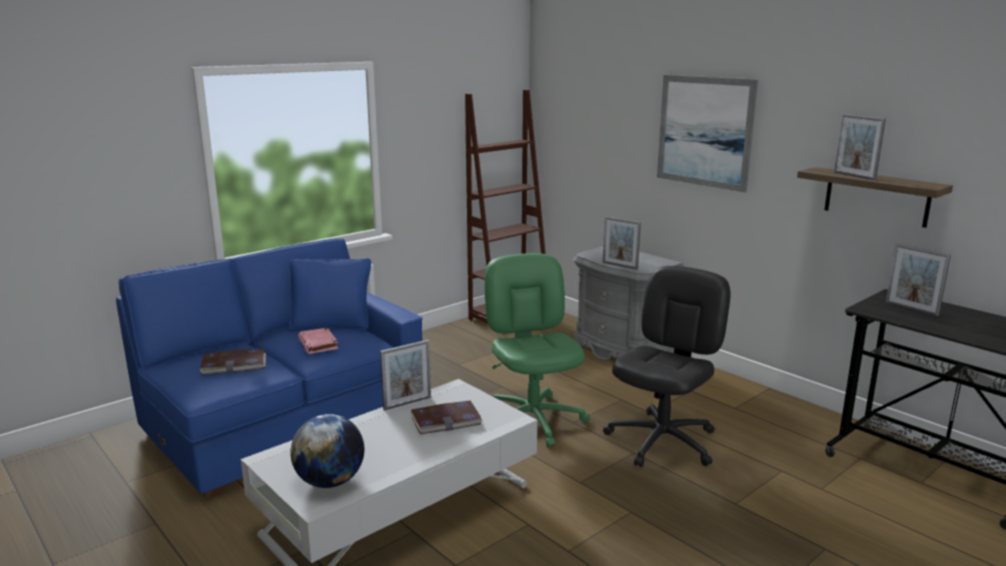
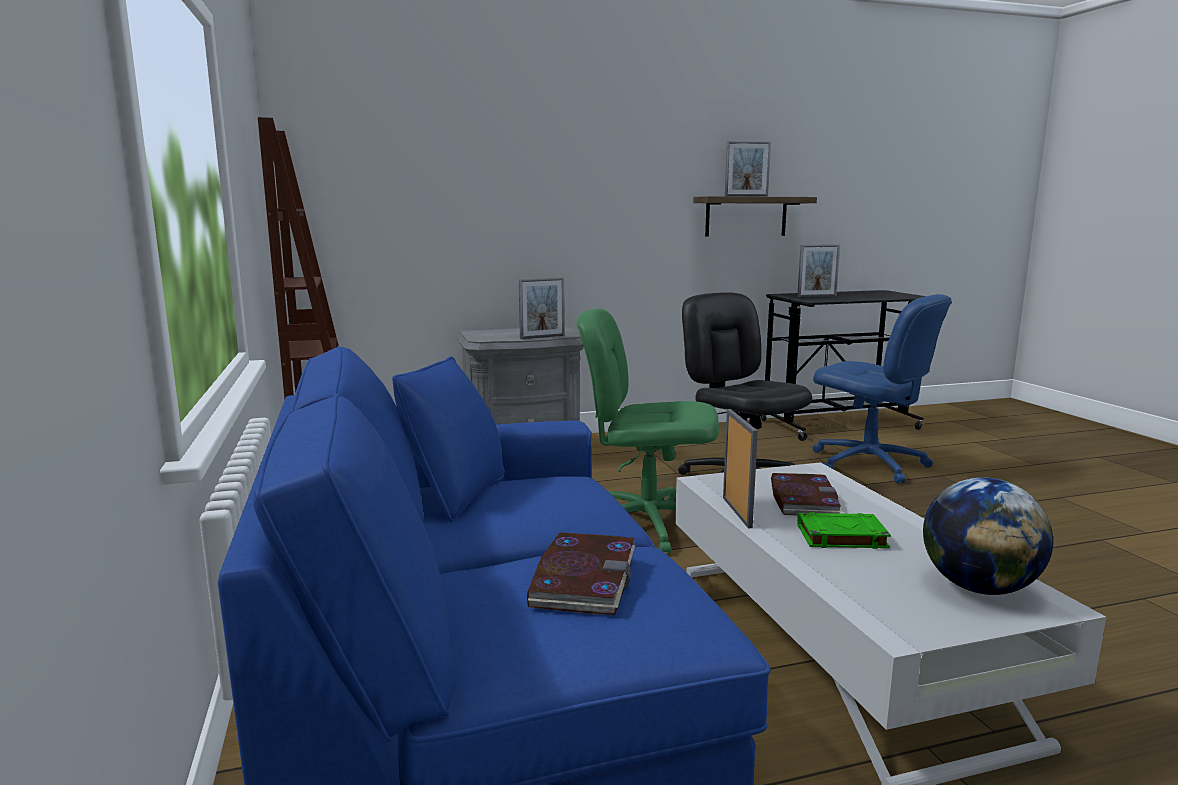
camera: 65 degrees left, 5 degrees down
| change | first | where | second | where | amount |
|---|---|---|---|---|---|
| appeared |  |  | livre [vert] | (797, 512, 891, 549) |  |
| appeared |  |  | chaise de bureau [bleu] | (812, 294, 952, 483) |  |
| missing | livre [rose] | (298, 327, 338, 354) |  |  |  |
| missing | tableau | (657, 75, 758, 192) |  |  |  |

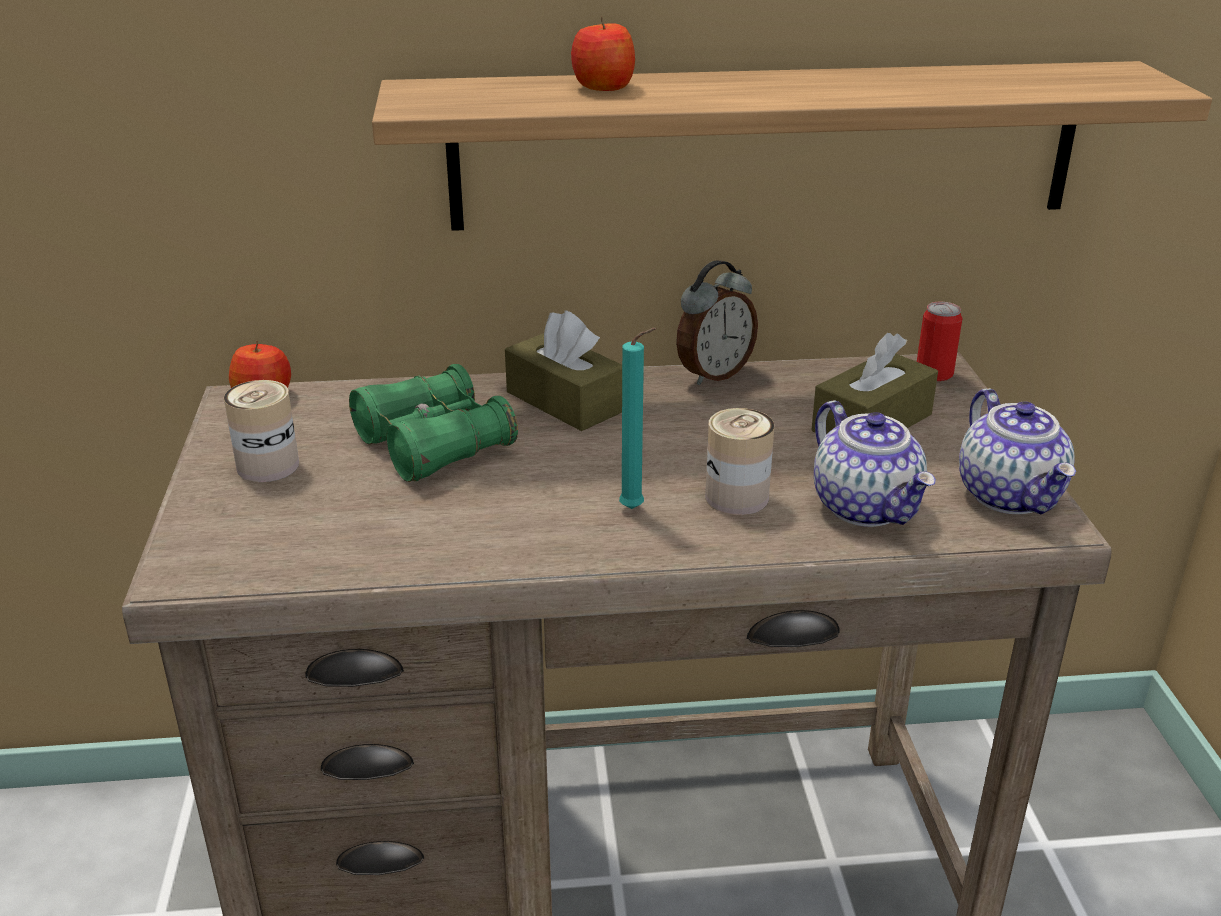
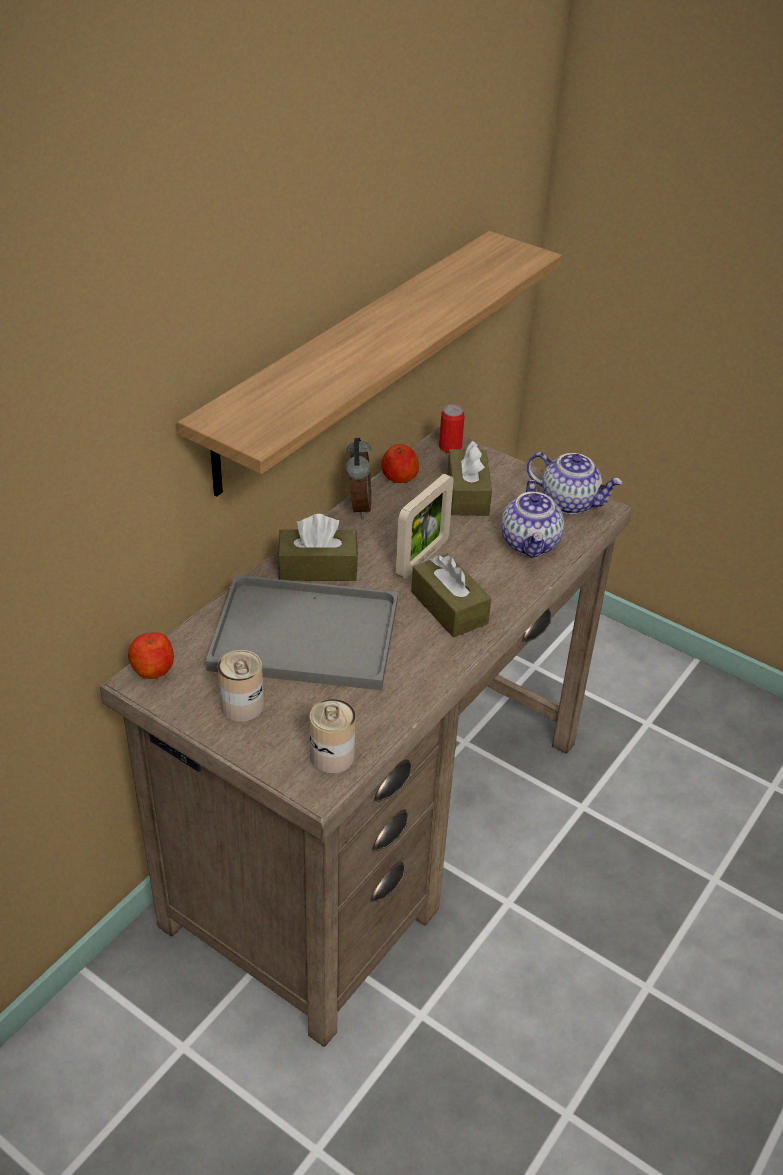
camera: 50 degrees left, 10 degrees up
| change | first | where | second | where | amount |
|---|---|---|---|---|---|
| exchanged | jumelles [vert] | (349, 364, 518, 482) | plateau [gris] | (205, 575, 398, 690) |  |
| relocated | boîte métallique | (705, 408, 774, 515) |  | (310, 699, 355, 773) |  |
| relocated | pomme | (571, 17, 635, 91) |  | (381, 444, 419, 483) |  |
| appeared |  |  | cadre photo | (396, 474, 453, 579) |  |
| exchanged | bougie [turquoise] | (619, 328, 656, 509) | boîte à mouchoirs [marron] | (411, 554, 491, 638) |  |
| spun | théière | (814, 401, 936, 527) |  | (501, 480, 564, 558) | 75 degrees clockwise |

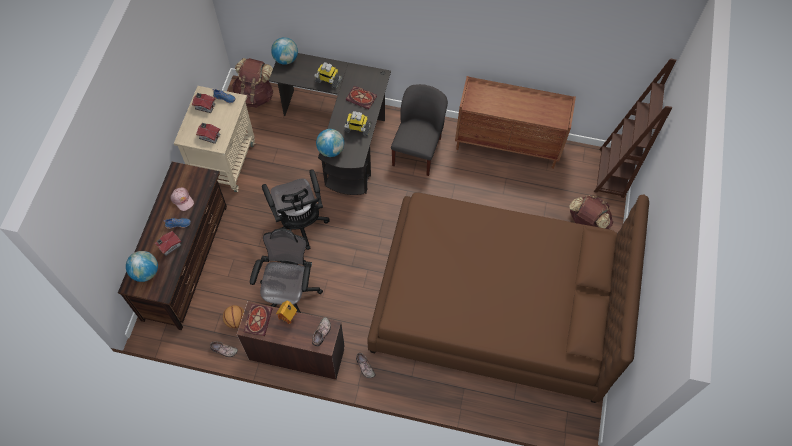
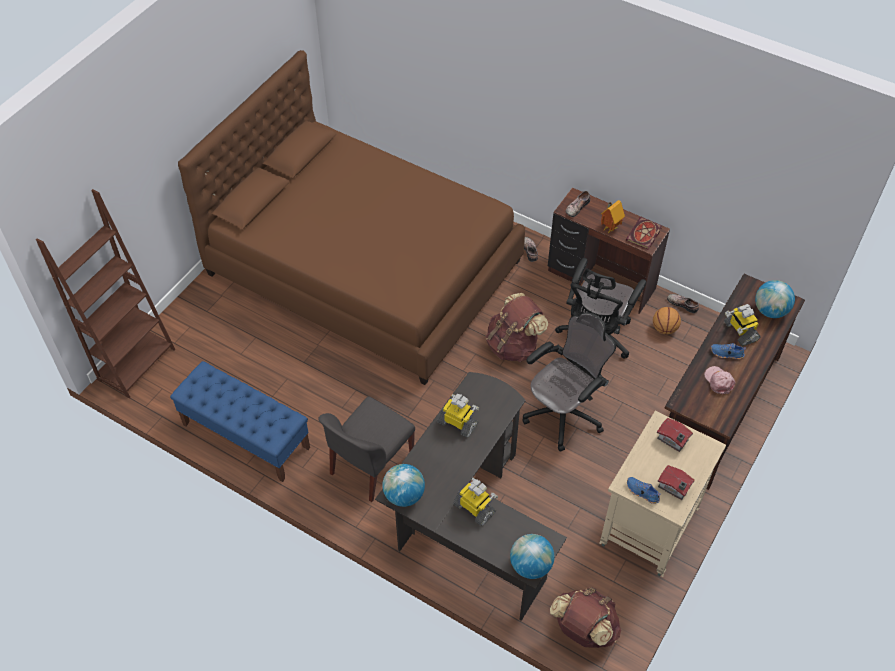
camera: 160 degrees left, 10 degrees down
| change | first | where | second | where | amount |
|---|---|---|---|---|---|
| exchanged | meuble de rangement [marron] | (455, 76, 576, 169) | banc [bleu] | (170, 361, 310, 482) |  |
| relocated | globe | (316, 129, 344, 157) |  | (382, 464, 425, 507) |  |
| relocated | sac à dos [marron] | (569, 195, 613, 229) |  | (485, 293, 548, 362) |  |
| spun | chaise de bureau | (262, 169, 329, 250) |  | (522, 312, 616, 452) | 45 degrees clockwise |
| exchanged | maison miniature | (155, 231, 181, 256) | robot jouet | (724, 304, 761, 346) |  |
| missing | livre | (346, 86, 377, 110) |  |  |  |

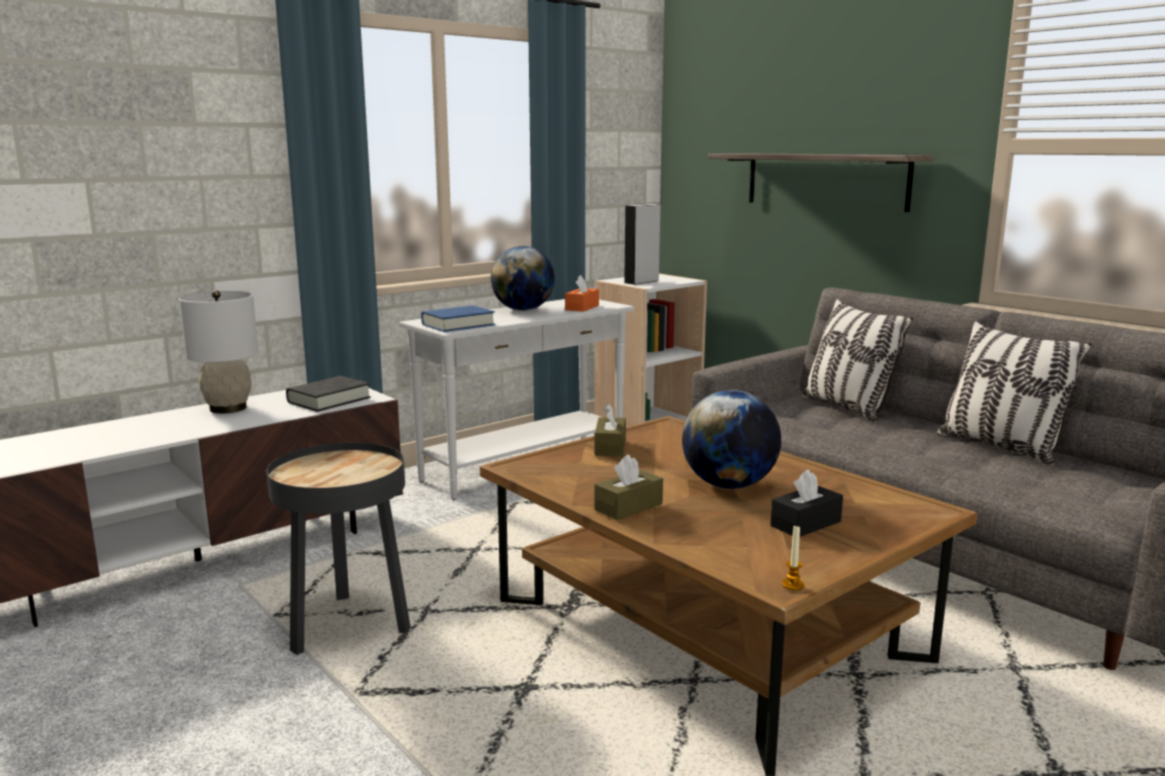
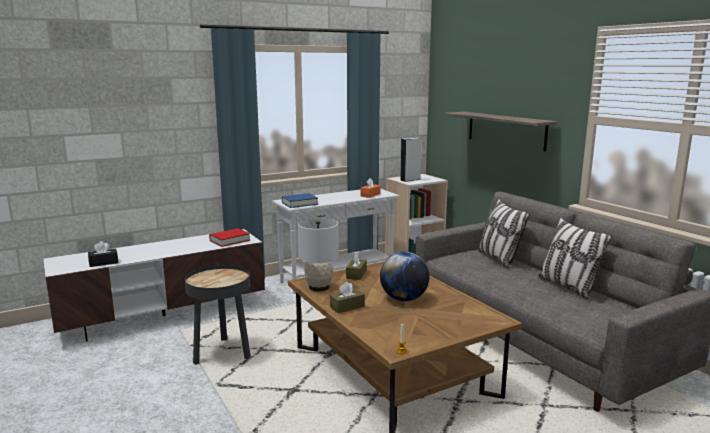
camera: 10 degrees right, 0 degrees up
| change | first | where | second | where | amount |
|---|---|---|---|---|---|
| relocated | boîte à mouchoirs [noir] | (770, 469, 843, 537) |  | (88, 241, 118, 267) |  |
| colour | livre [noir] | (286, 376, 371, 412) | livre [rouge] | (209, 228, 250, 247) |  |
| relocated | lampe de table [blanc] | (179, 290, 258, 413) |  | (298, 218, 339, 291) |  |
| missing | globe | (491, 246, 555, 311) |  |  |  |

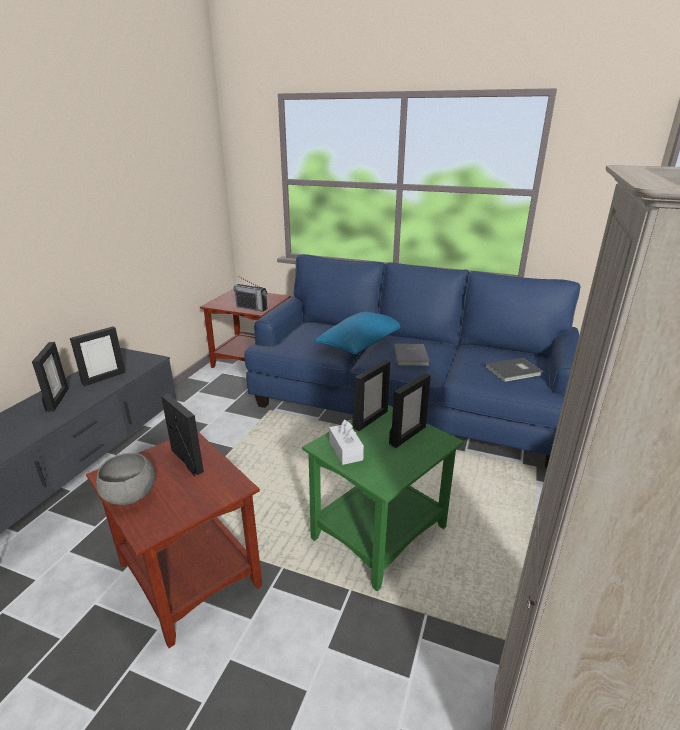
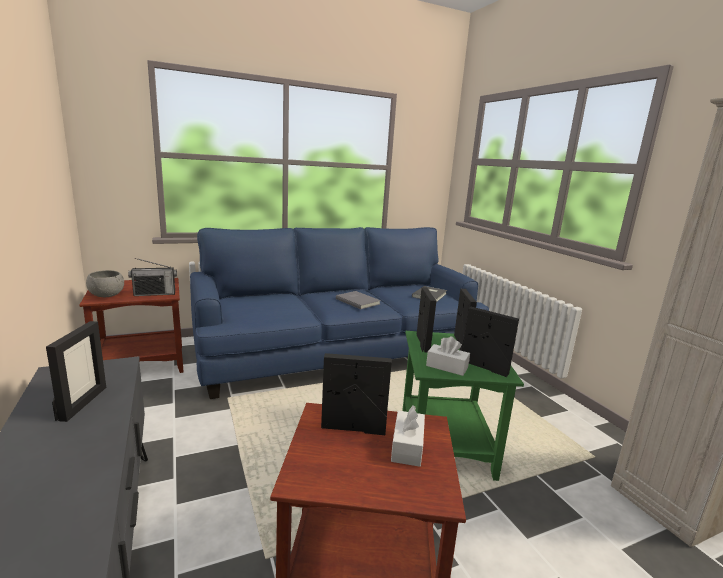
camera: 45 degrees left, 10 degrees down
| change | first | where | second | where | amount |
|---|---|---|---|---|---|
| relocated | bol [gris] | (96, 453, 155, 505) |  | (86, 270, 124, 297) |  |
| appeared |  |  | boîte à mouchoirs [blanc] | (391, 406, 425, 467) |  |
| relocated | cadre photo | (32, 342, 69, 412) |  | (463, 307, 519, 377) |  |
| missing | coussin [bleu] | (315, 312, 401, 354) |  |  |  |

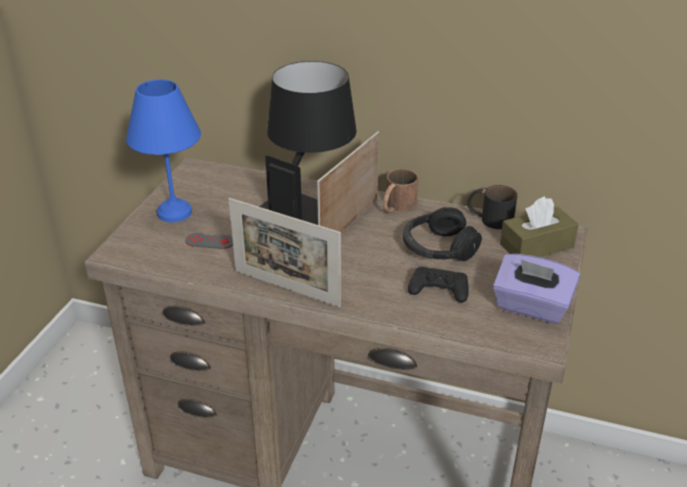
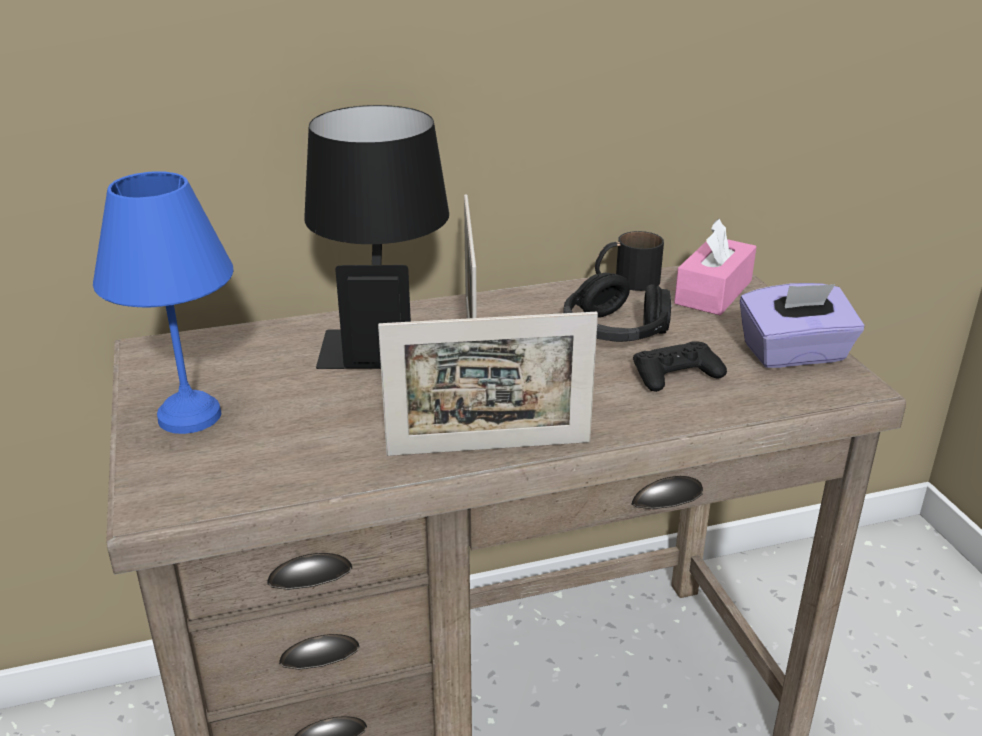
camera: 35 degrees left, 5 degrees down
| change | first | where | second | where | amount |
|---|---|---|---|---|---|
| colour | boîte à mouchoirs [marron] | (500, 196, 579, 257) | boîte à mouchoirs [rose] | (674, 219, 756, 315) |  |
| missing | manette [gris] | (185, 233, 233, 249) |  |  |  |
| missing | mug [marron] | (383, 169, 418, 212) |  |  |  |

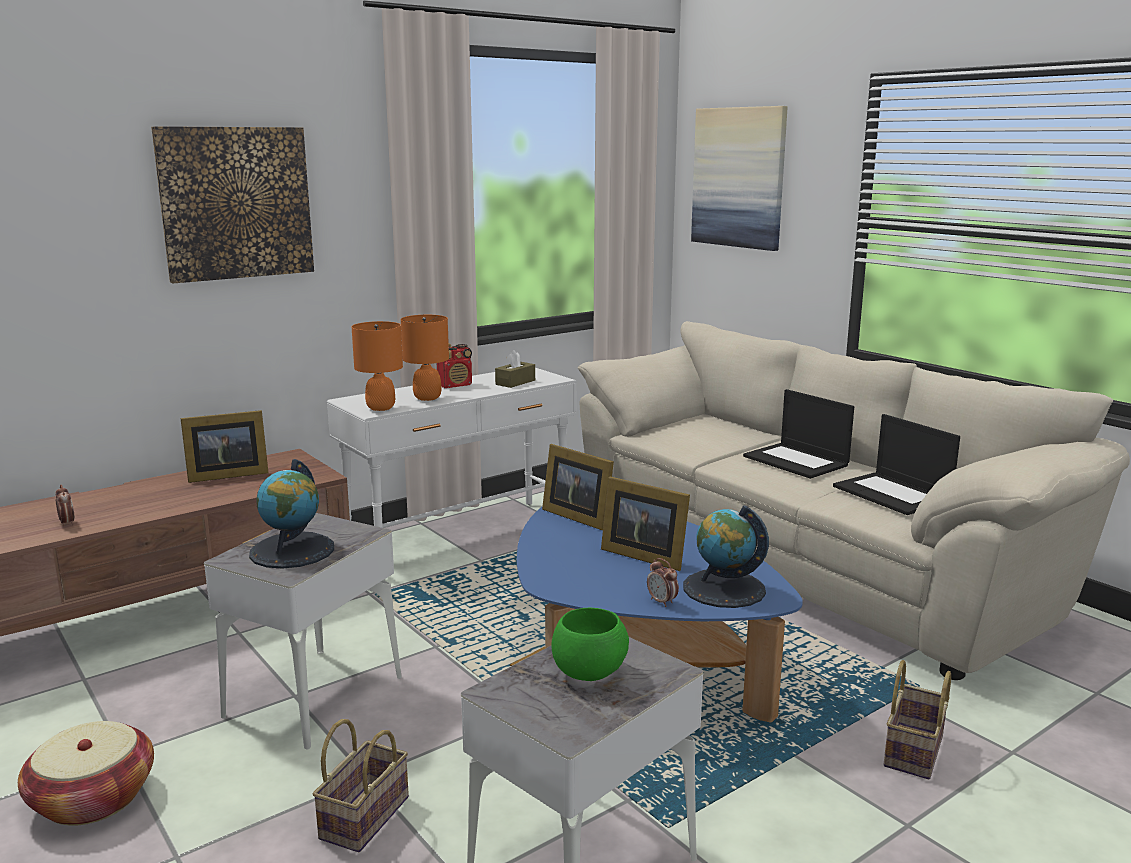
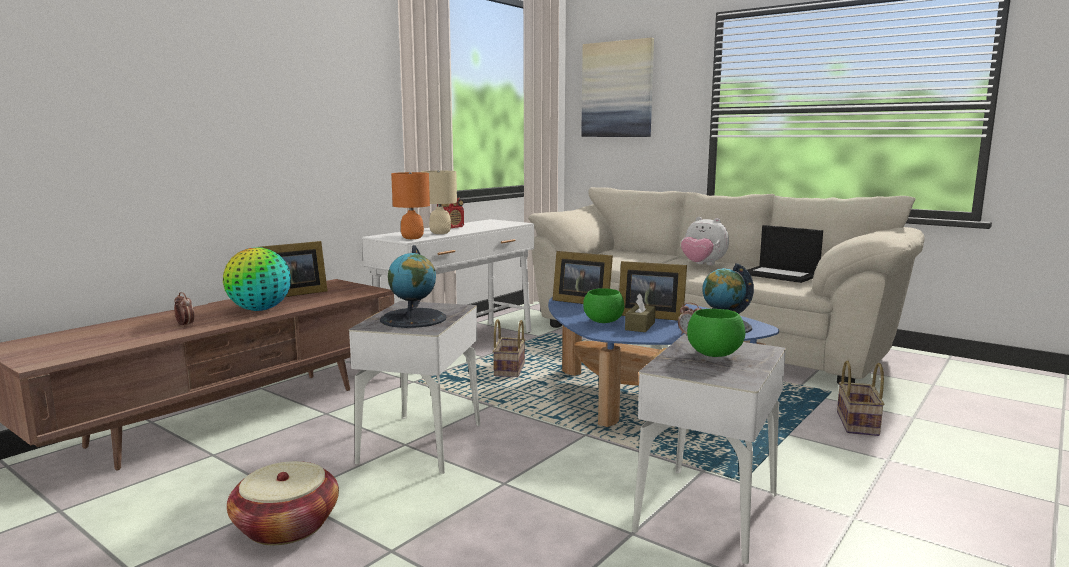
camera: 15 degrees left, 5 degrees down
| change | first | where | second | where | amount |
|---|---|---|---|---|---|
| appeared |  |  | globe | (223, 247, 291, 311) |  |
| colour | lampe de table [orange] | (401, 315, 449, 401) | lampe de table [beige] | (421, 170, 457, 234) |  |
| relocated | panier | (313, 719, 409, 852) |  | (493, 319, 526, 377) |  |
| appeared |  |  | bol [vert] | (583, 288, 624, 323) |  |
| relocated | boîte à mouchoirs [marron] | (495, 350, 535, 388) |  | (625, 293, 656, 332) |  |
| exchanged | ordinateur portable | (743, 389, 854, 479) | peluche | (681, 217, 729, 265) |  |
| missing | tableau | (151, 126, 314, 283) |  |  |  |

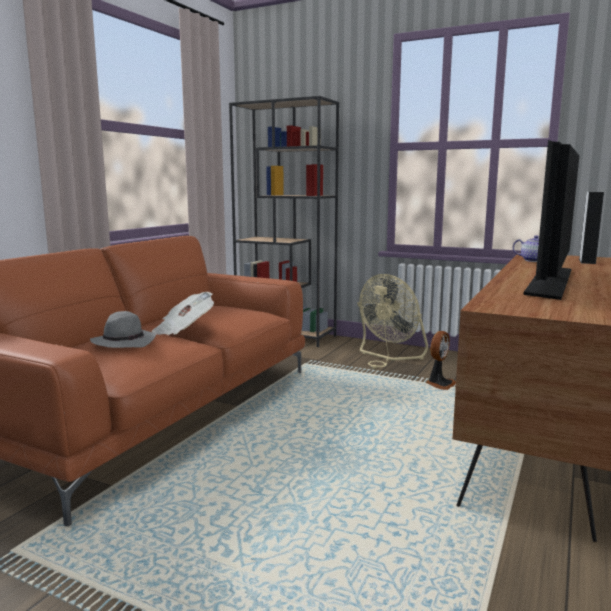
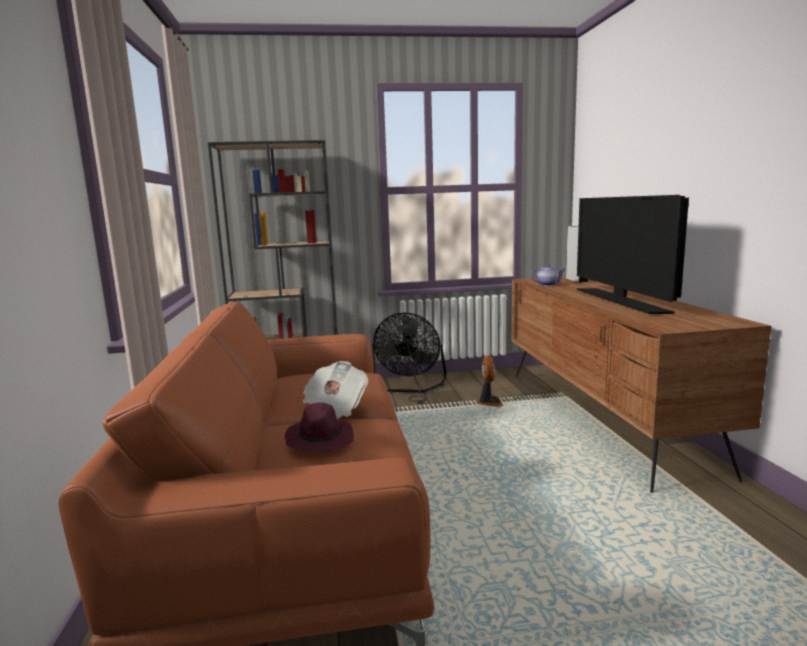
camera: 35 degrees left, 0 degrees up
| change | first | where | second | where | amount |
|---|---|---|---|---|---|
| colour | chapeau [gris] | (90, 311, 156, 348) | chapeau [violet] | (285, 402, 354, 452) |  |
| colour | ventilateur [beige] | (357, 274, 428, 369) | ventilateur [noir] | (371, 313, 446, 404) |  |

